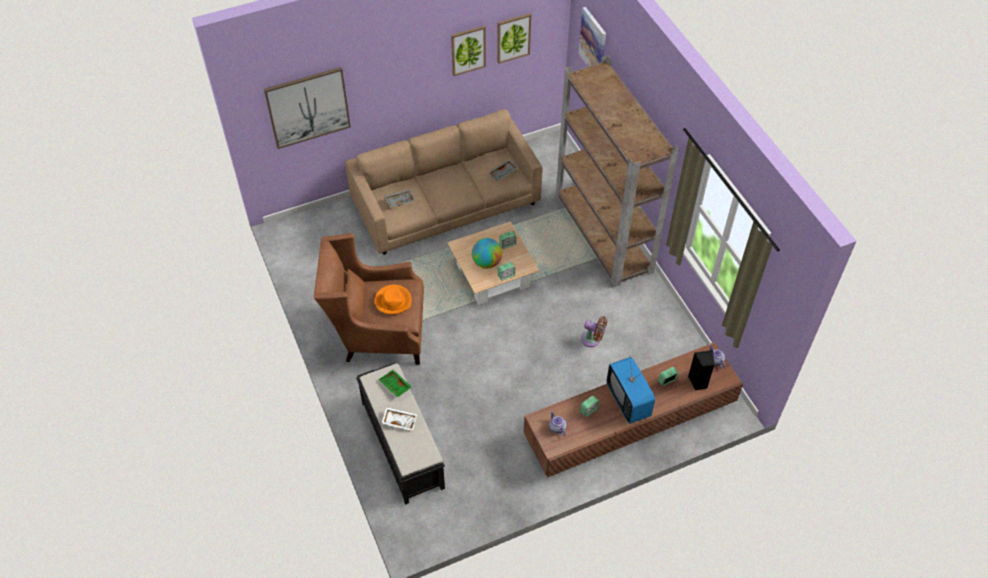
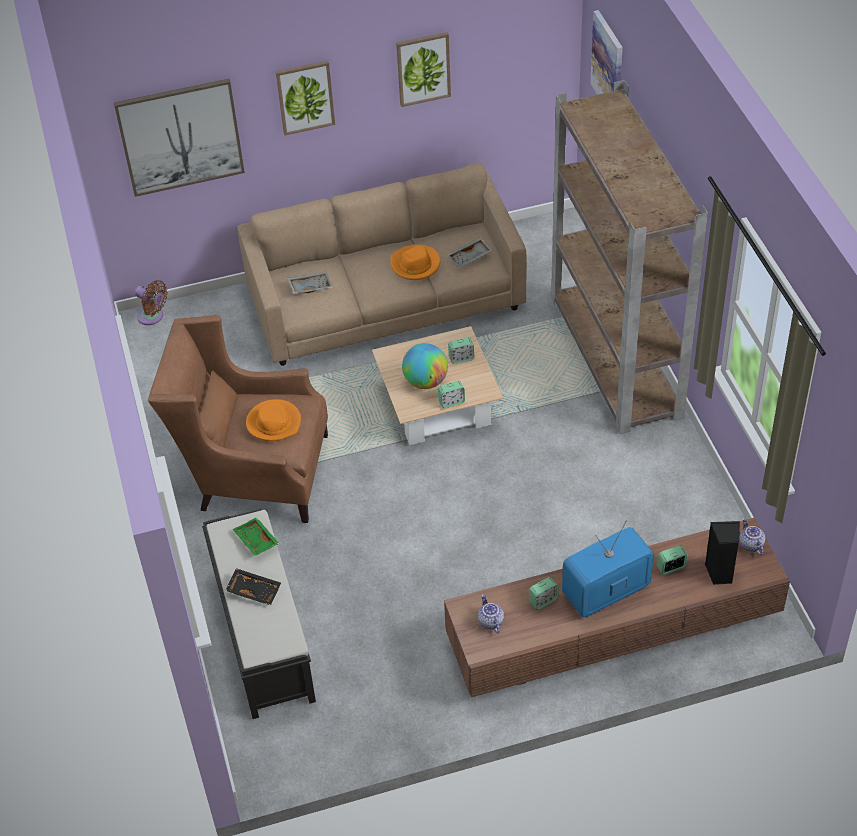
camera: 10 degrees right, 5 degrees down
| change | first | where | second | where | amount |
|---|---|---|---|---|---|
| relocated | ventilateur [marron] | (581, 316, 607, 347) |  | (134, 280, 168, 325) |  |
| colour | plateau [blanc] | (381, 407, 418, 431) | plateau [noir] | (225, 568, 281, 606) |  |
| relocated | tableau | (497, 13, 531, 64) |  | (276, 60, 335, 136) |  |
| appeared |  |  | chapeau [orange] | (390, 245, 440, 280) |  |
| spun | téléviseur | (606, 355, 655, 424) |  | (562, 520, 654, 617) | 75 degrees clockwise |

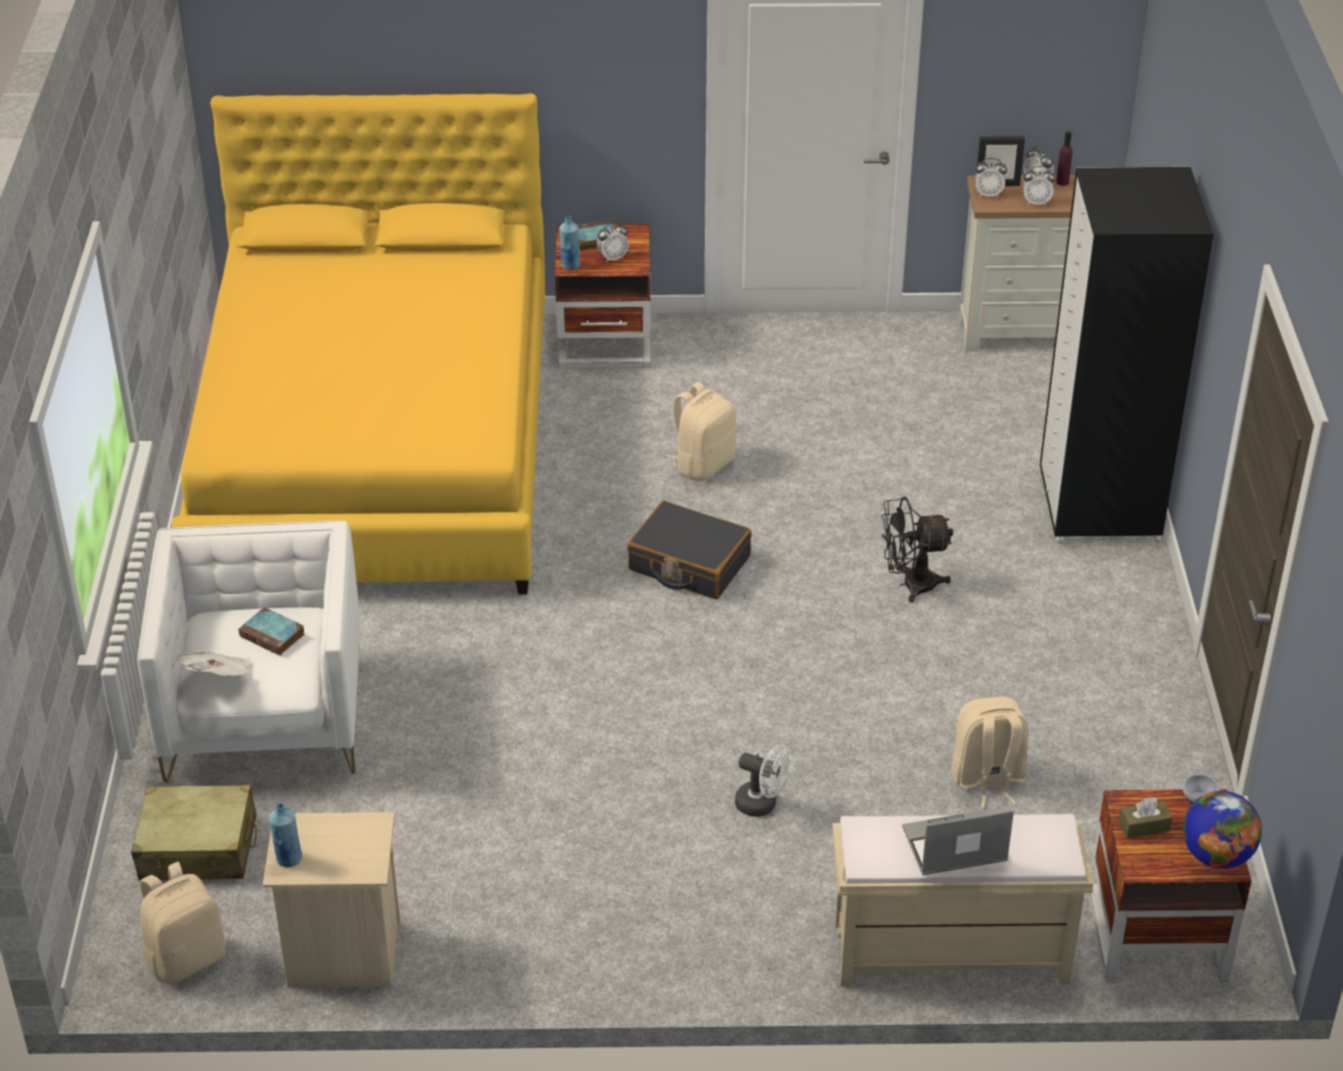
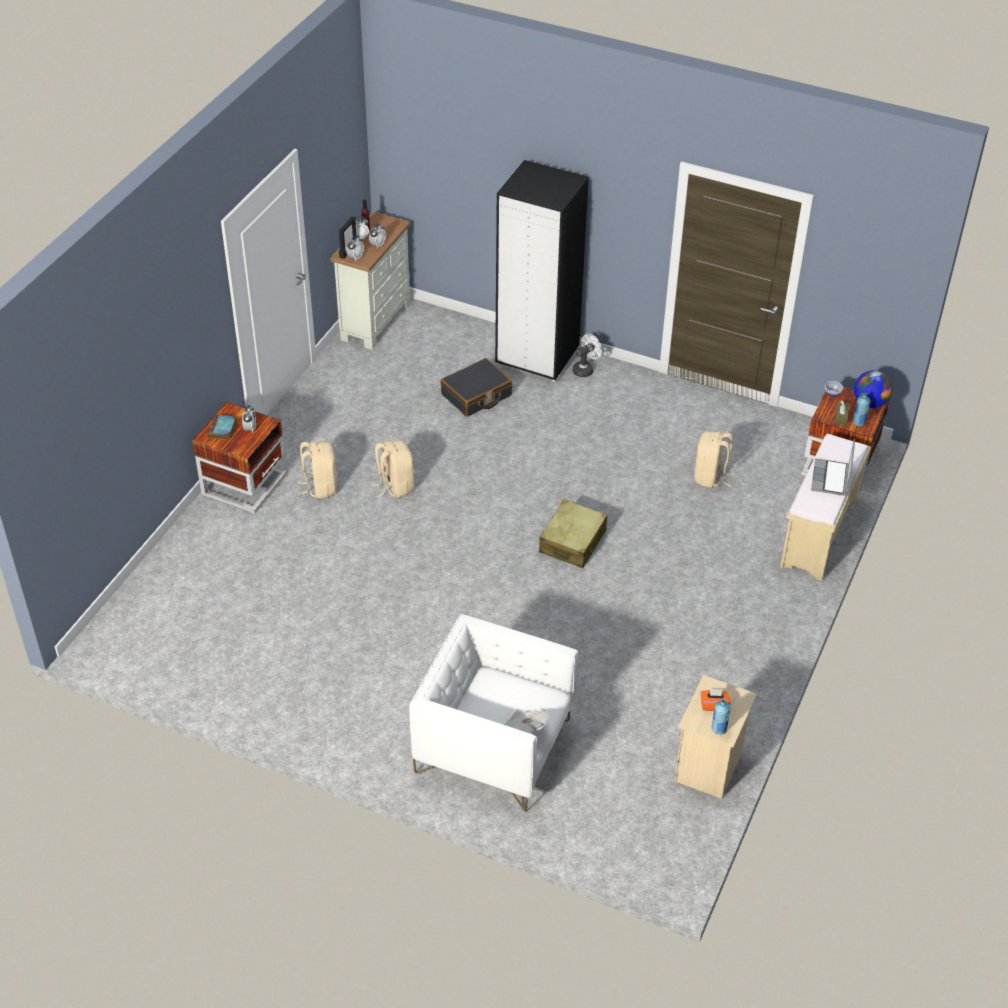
camera: 65 degrees left, 5 degrees up
| change | first | where | second | where | amount |
|---|---|---|---|---|---|
| relocated | sac à dos [beige] | (140, 862, 226, 984) |  | (297, 442, 337, 499) |  |
| relocated | valise [noir] | (627, 501, 752, 599) |  | (440, 358, 512, 417) |  |
| relocated | valise [beige] | (131, 785, 257, 880) |  | (539, 499, 607, 568) |  |
| relocated | ventilateur [blanc] | (735, 745, 792, 817) |  | (572, 334, 602, 377) |  |
| appeared |  |  | boîte à mouchoirs [orange] | (701, 688, 731, 711) |  |
| relocated | bouteille [bleu] | (559, 216, 580, 270) |  | (853, 393, 870, 426) |  |
| missing | lit [jaune] | (172, 93, 545, 594) |  |  |  |
| missing | livre | (238, 607, 305, 656) |  |  |  |
| missing | ventilateur [noir] | (881, 497, 953, 603) |  |  |  |

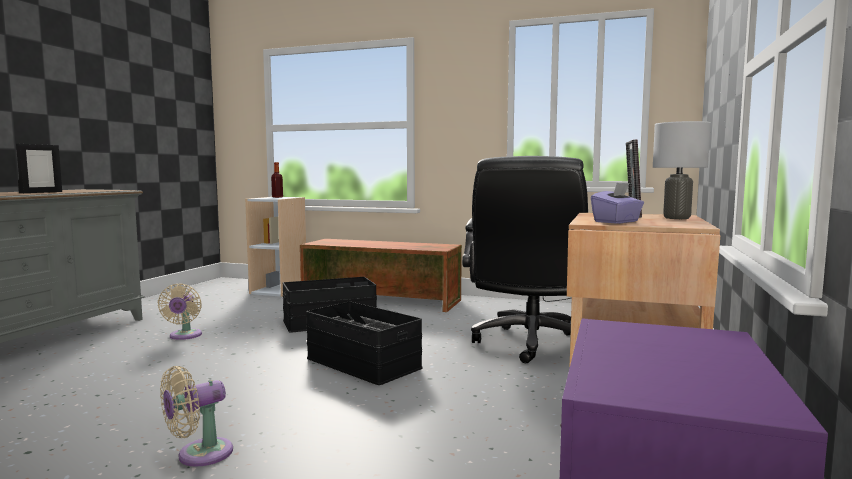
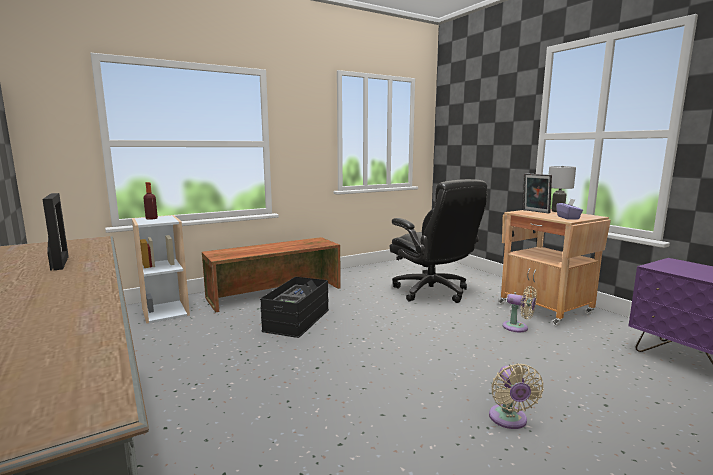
camera: 50 degrees left, 5 degrees up
| change | first | where | second | where | amount |
|---|---|---|---|---|---|
| relocated | ventilateur [beige] | (158, 283, 202, 340) |  | (502, 286, 537, 332) |  |
| missing | boîte de rangement [noir] | (306, 302, 423, 385) |  |  |  |

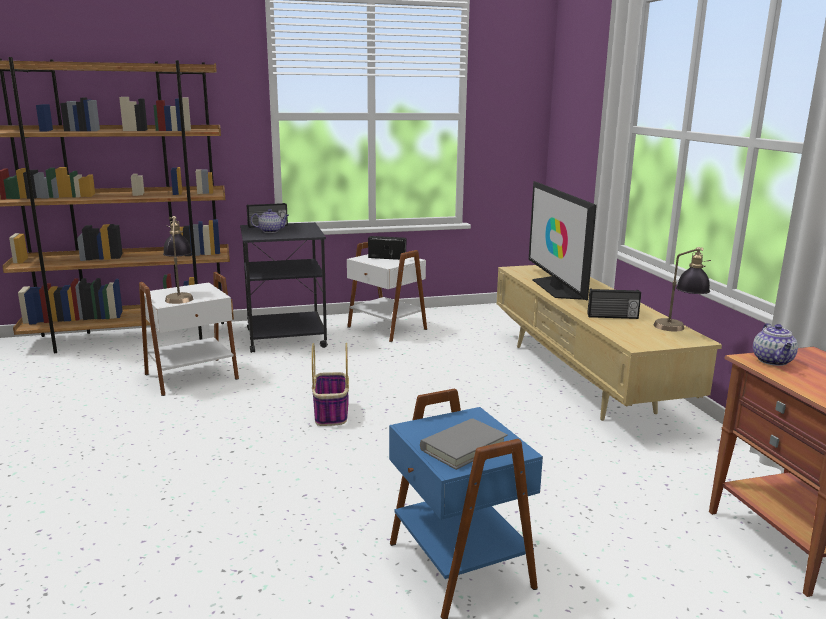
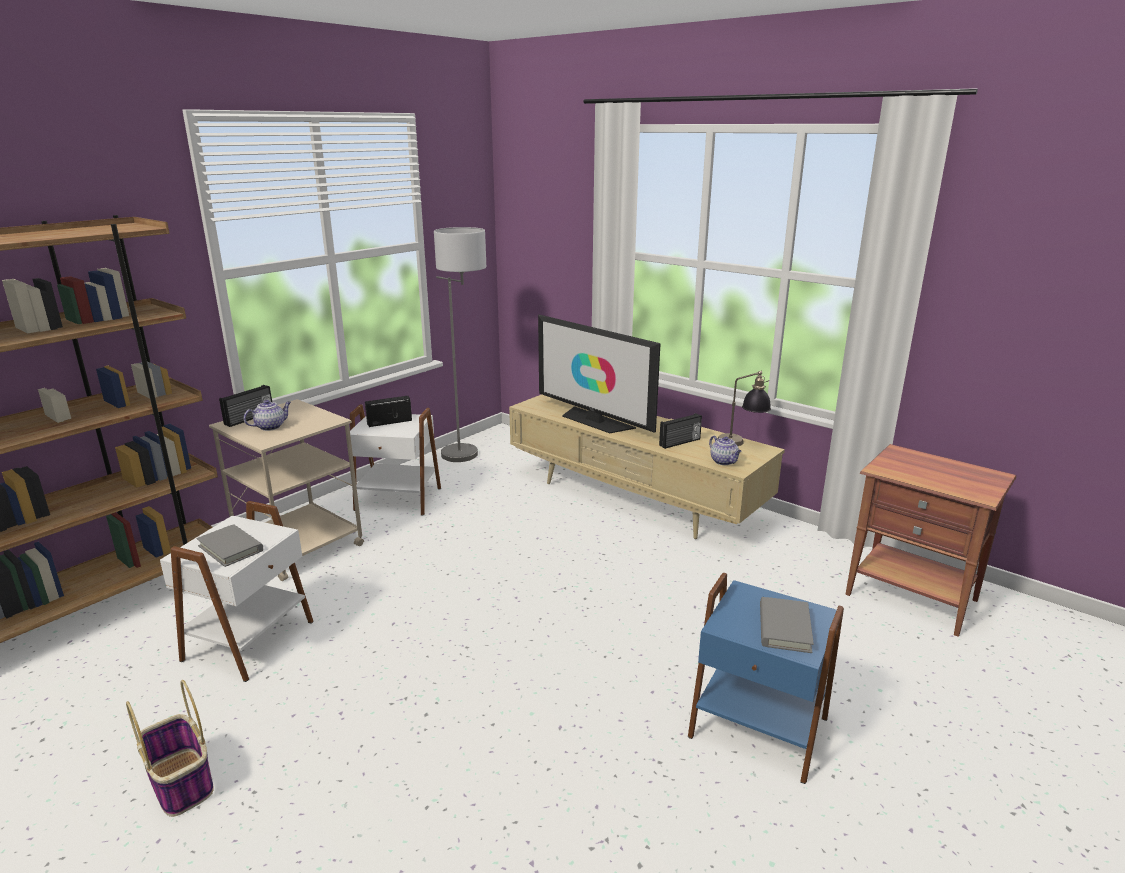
camera: 35 degrees left, 5 degrees up
| change | first | where | second | where | amount |
|---|---|---|---|---|---|
| relocated | panier | (312, 343, 349, 426) |  | (126, 680, 214, 817) |  |
| exchanged | lampe de table | (163, 216, 193, 304) | livre [gris] | (196, 524, 263, 567) |  |
| colour | chariot [noir] | (240, 222, 328, 353) | chariot [beige] | (209, 399, 364, 581) |  |
| appeared |  |  | lampadaire [gris] | (434, 227, 486, 462) |  |
| relocated | théière | (753, 323, 798, 366) |  | (709, 436, 742, 465) |  |

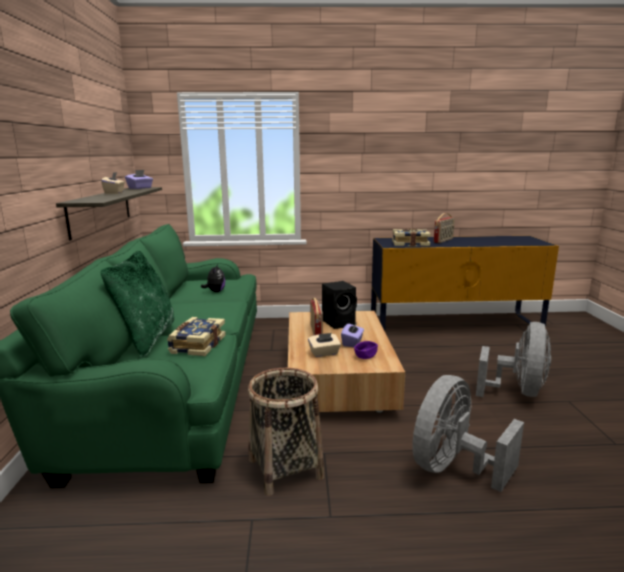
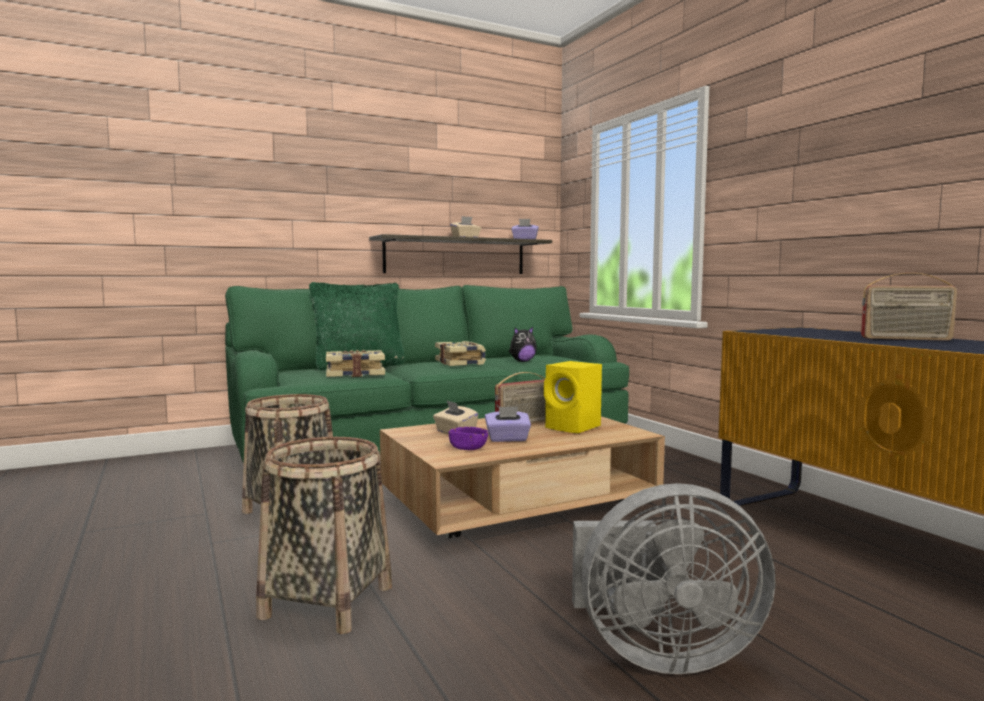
camera: 65 degrees right, 10 degrees down
| change | first | where | second | where | amount |
|---|---|---|---|---|---|
| exchanged | ventilateur [gris] | (412, 375, 524, 492) | panier | (256, 437, 392, 634) |  |
| relocated | livre | (392, 229, 431, 246) |  | (435, 341, 486, 366) |  |
| colour | enceinte [noir] | (322, 281, 357, 329) | enceinte [jaune] | (544, 361, 602, 433) |  |

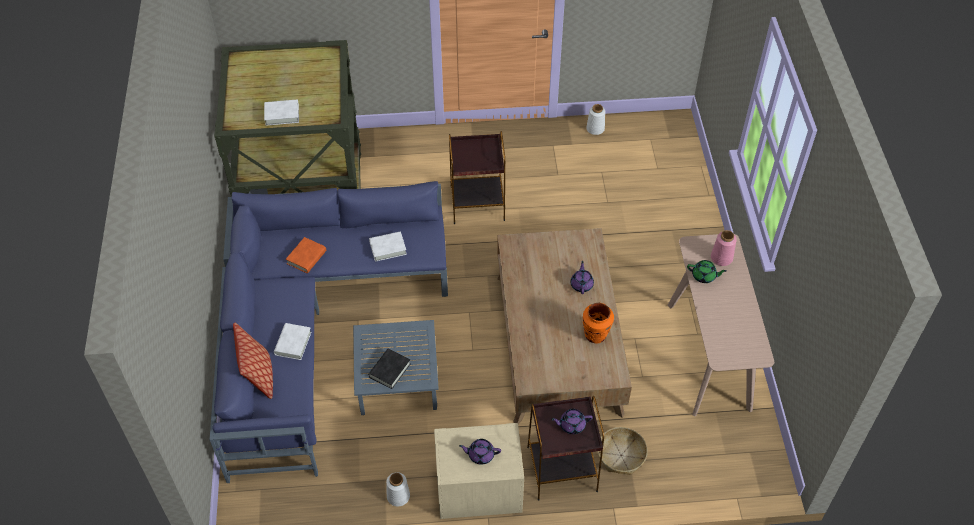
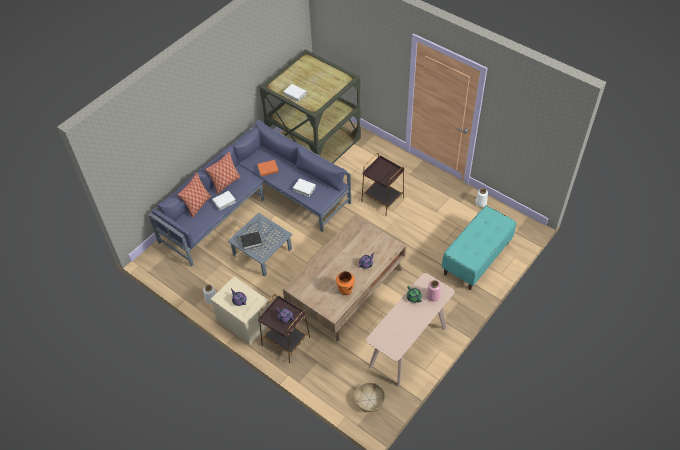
camera: 45 degrees right, 0 degrees up
| change | first | where | second | where | amount |
|---|---|---|---|---|---|
| appeared |  |  | coussin | (205, 152, 241, 194) |  |
| relocated | panier | (598, 427, 648, 475) |  | (354, 382, 385, 412) |  |
| appeared |  |  | banc [turquoise] | (442, 205, 516, 290) |  |

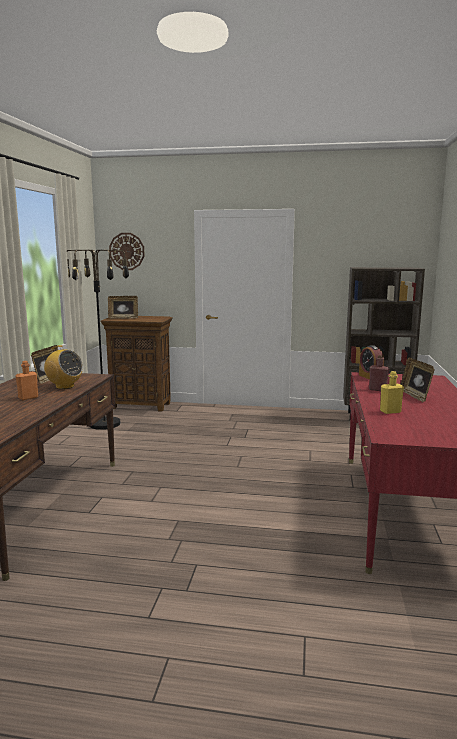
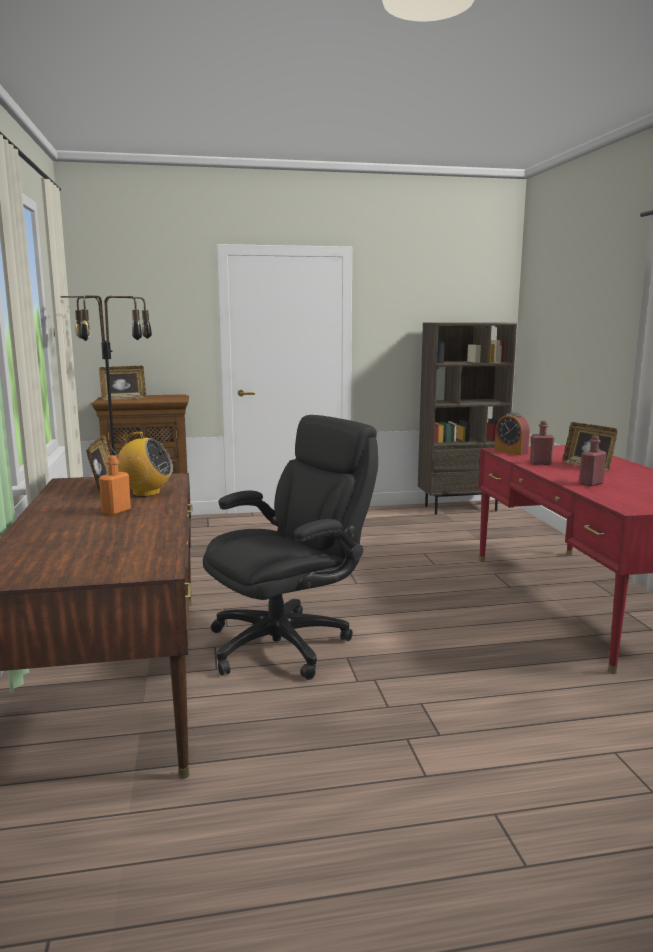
camera: 20 degrees left, 0 degrees up
| change | first | where | second | where | amount |
|---|---|---|---|---|---|
| appeared |  |  | chaise de bureau [noir] | (203, 415, 378, 680) |  |
| colour | bouteille [jaune] | (380, 371, 404, 414) | bouteille [rouge] | (579, 435, 607, 486) |  |
| missing | horloge murale | (109, 233, 145, 270) |  |  |  |

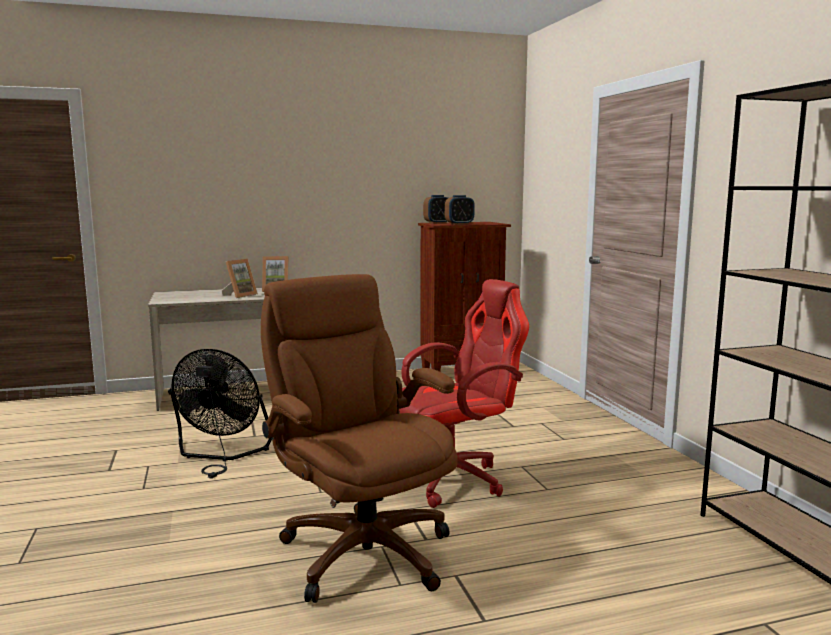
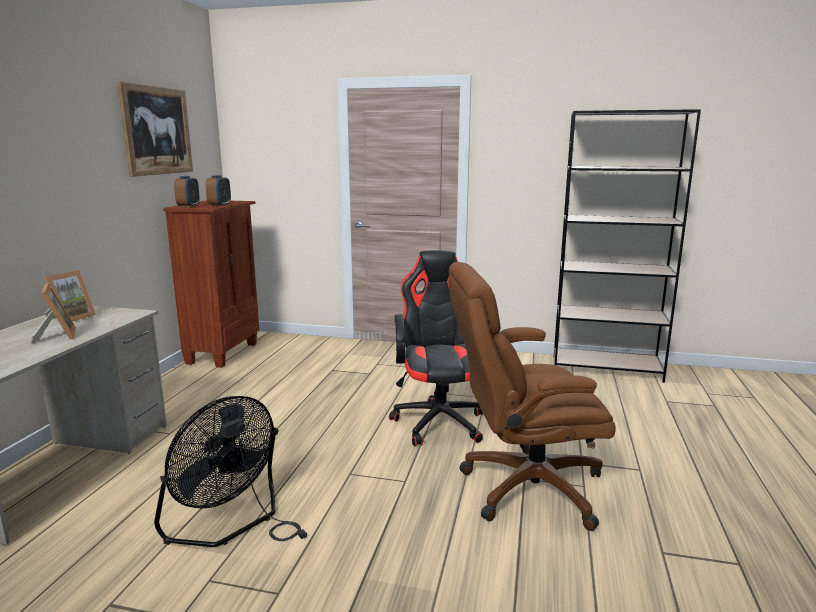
camera: 60 degrees left, 5 degrees up
| change | first | where | second | where | amount |
|---|---|---|---|---|---|
| appeared |  |  | tableau | (117, 81, 193, 177) |  |
| colour | chaise de bureau [rouge] | (399, 279, 529, 508) | chaise de bureau [noir] | (389, 250, 484, 446) |  |

